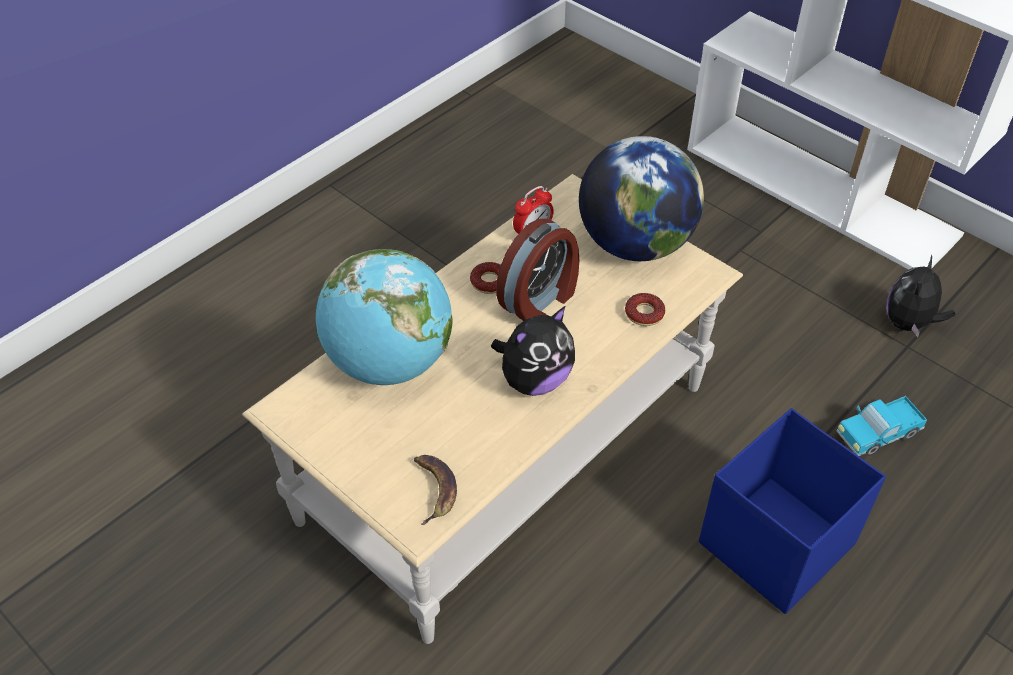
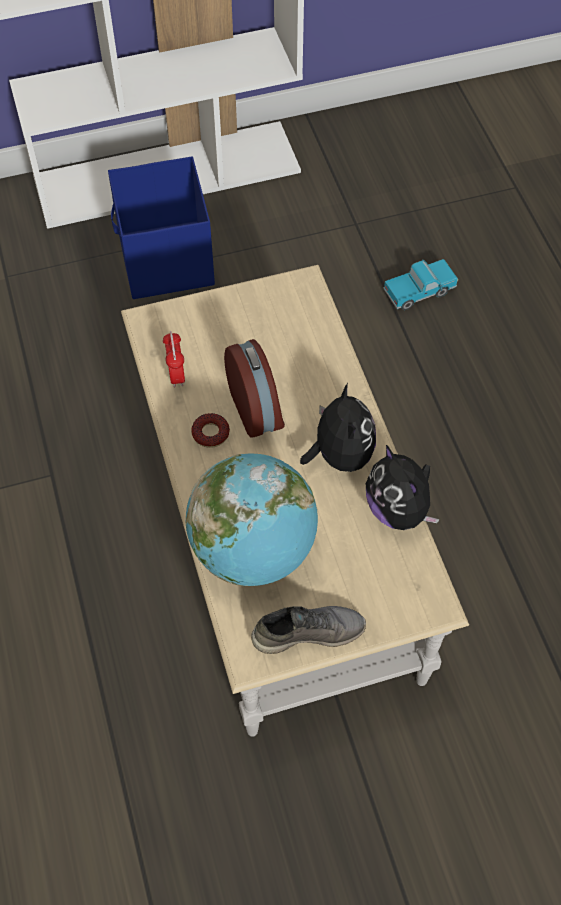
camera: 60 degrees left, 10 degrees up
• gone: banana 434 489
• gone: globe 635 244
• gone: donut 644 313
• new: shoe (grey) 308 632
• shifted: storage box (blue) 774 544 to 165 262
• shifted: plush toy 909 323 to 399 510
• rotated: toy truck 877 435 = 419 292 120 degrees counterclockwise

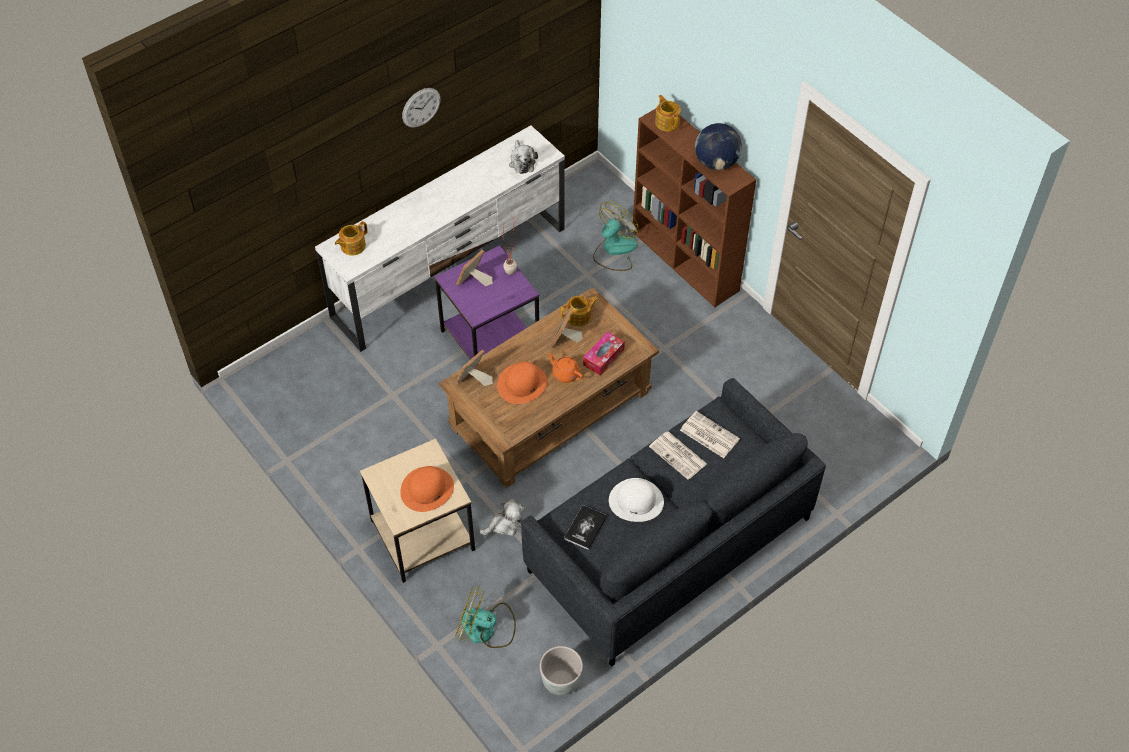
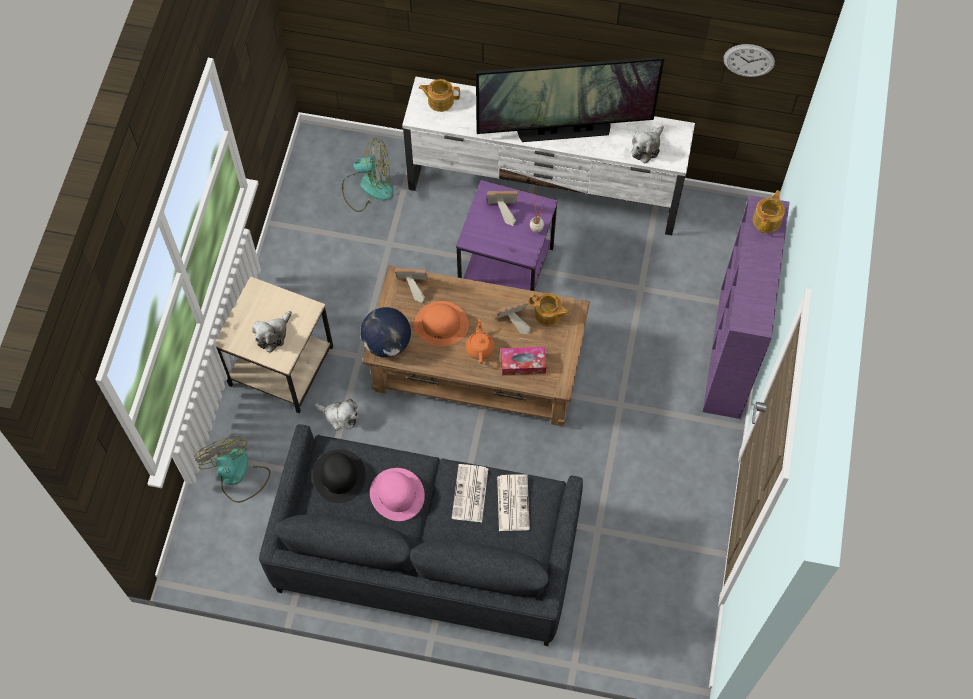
camera: 50 degrees right, 10 degrees up
• gone: planter (grey) 561 682
• new: television 564 130
• shifted: wall clock 421 107 to 749 60
• shifted: fan 614 250 to 368 187
• shifted: globe 716 162 to 387 343
• swapped: hat (orange) 427 489 to plush toy 273 335
• swapped: book 585 528 to hat (black) 339 475
• repainted: hat (white) 636 501 to hat (pink) 397 494
• repainted: bookcase (brown) 686 261 to bookcase (purple) 730 353

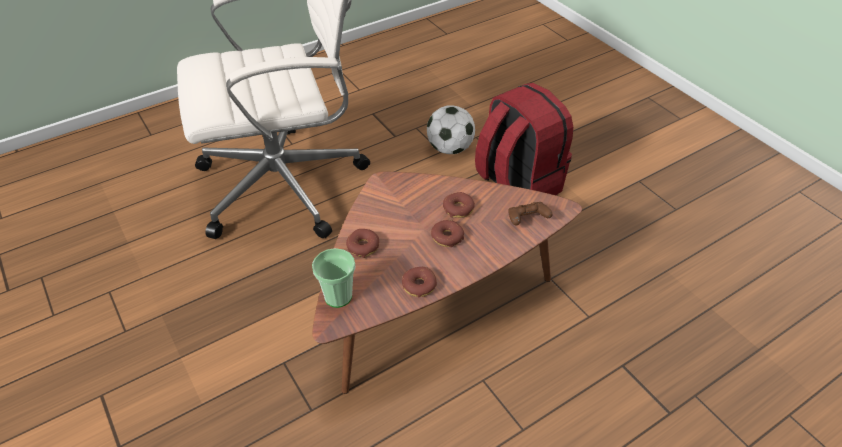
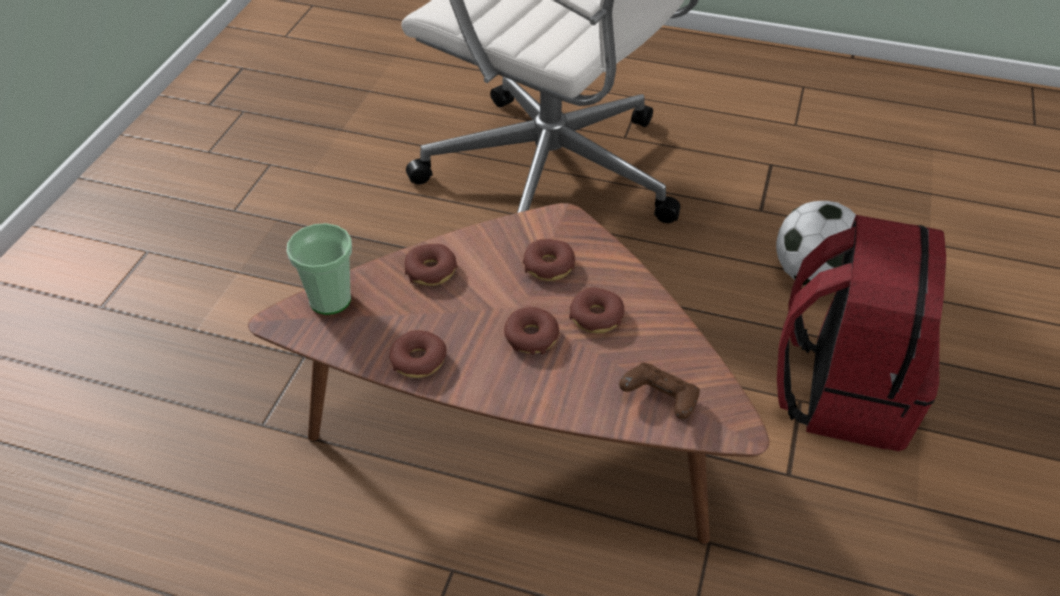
camera: 50 degrees right, 0 degrees up
• new: donut 549 266

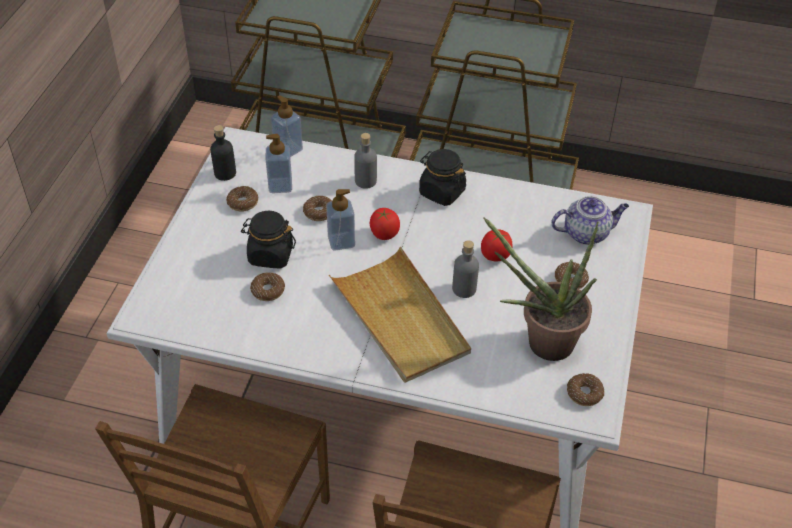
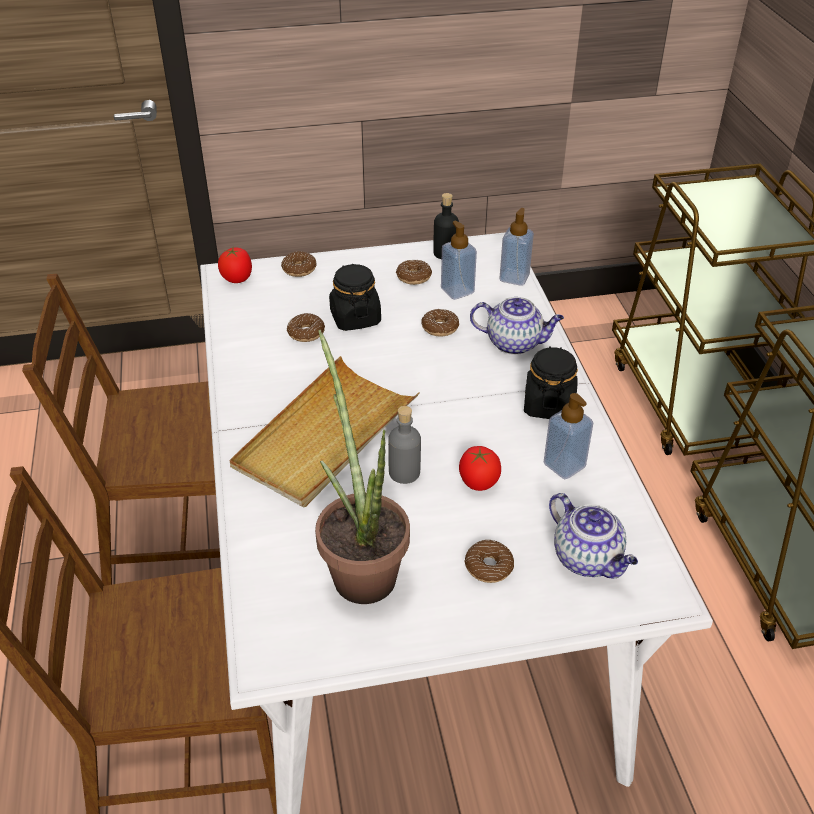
camera: 65 degrees right, 5 degrees down
• shifted: soap dispenser 341 241 to 564 465
• shifted: tomato 384 234 to 237 278
• shifted: donut 584 393 to 299 269
• swapped: bottle (grey) 365 181 to teapot 515 343

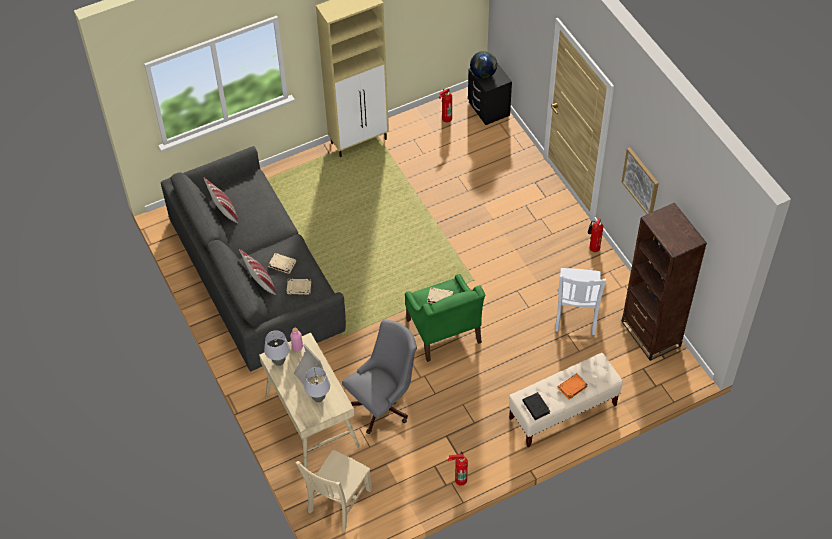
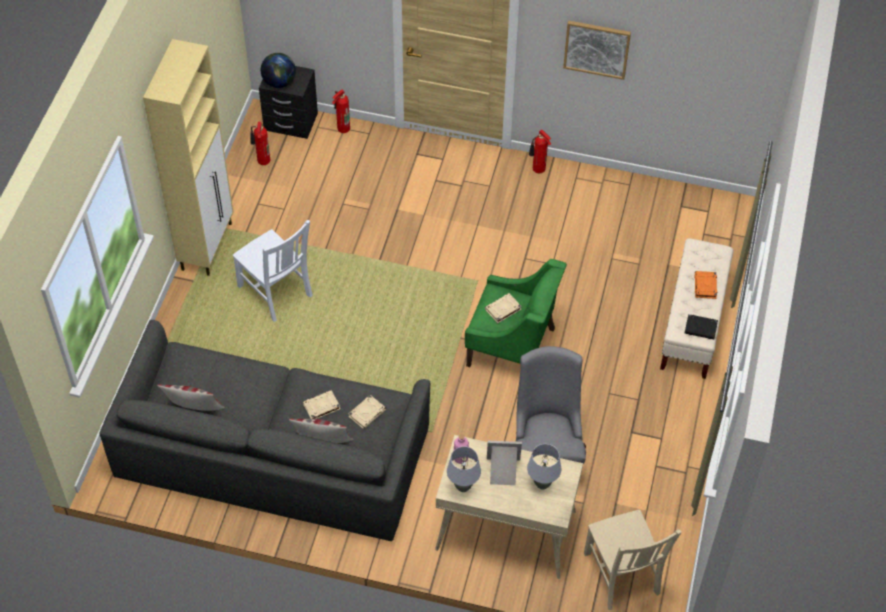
camera: 50 degrees left, 0 degrees up
• gone: bookcase (brown) 650 334
• shifted: fire extinguisher 459 479 to 342 128
• shifted: chair (white) 576 315 to 276 293

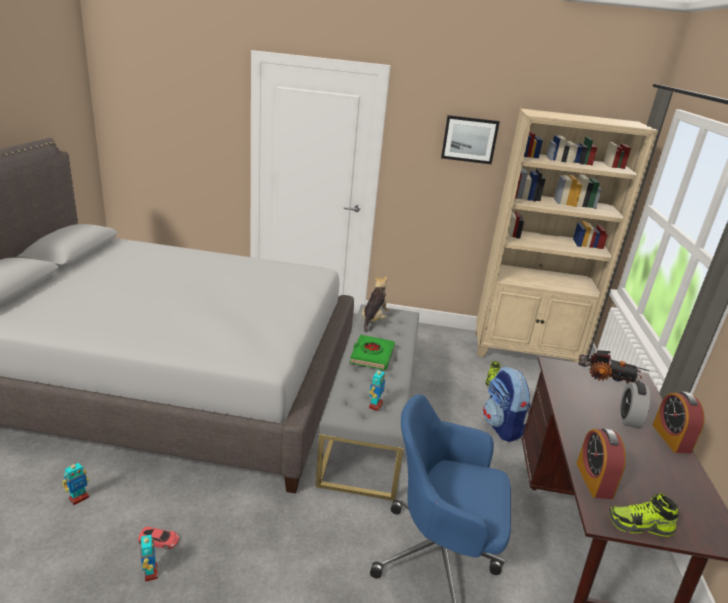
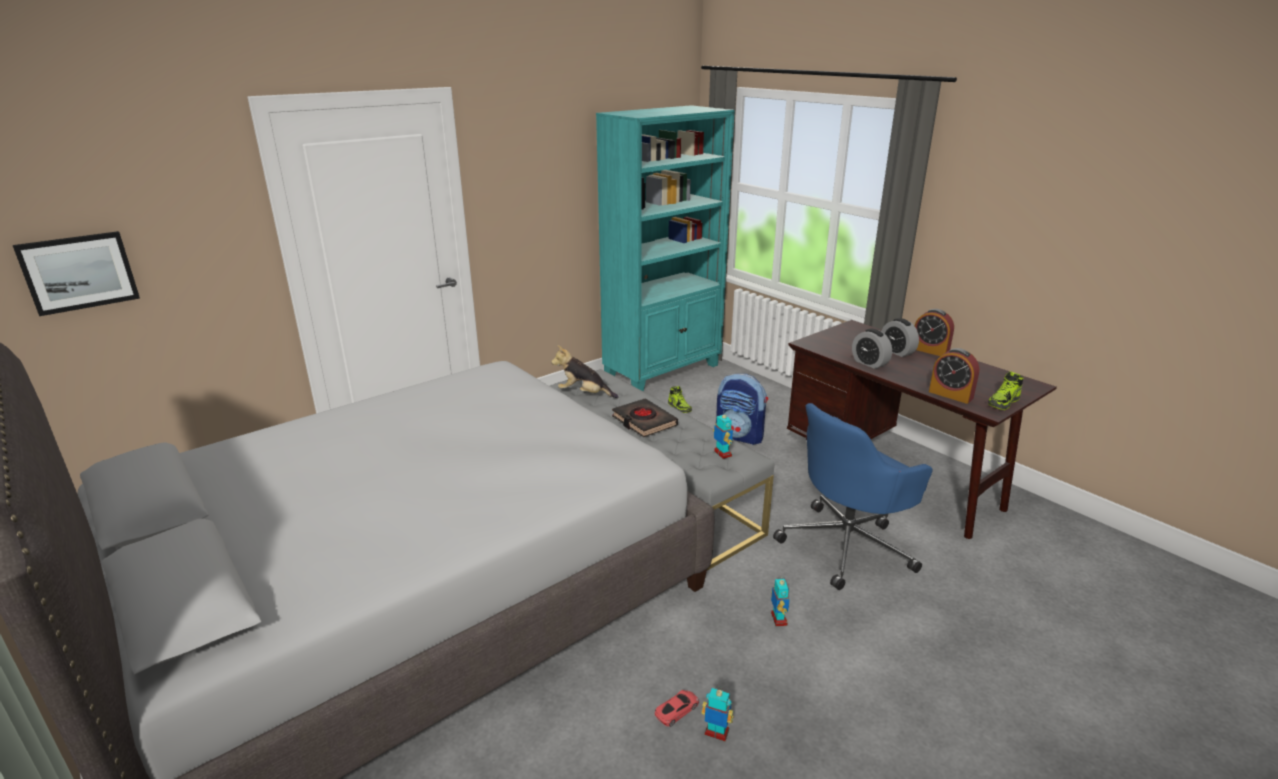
camera: 45 degrees left, 0 degrees up
• gone: toy truck 607 377
• new: alarm clock 869 363
• shifted: toy robot 79 498 to 778 619
• shifted: picture 469 139 to 79 272
• repainted: book (green) 372 355 to book (black) 644 421
• repainted: bookcase (beige) 526 352 to bookcase (turquoise) 663 371
• rotated: plush toy 373 320 = 584 394 45 degrees counterclockwise

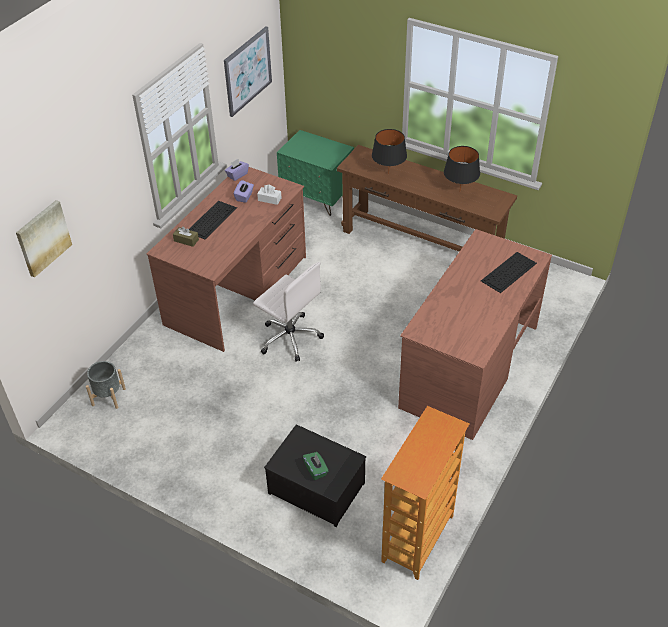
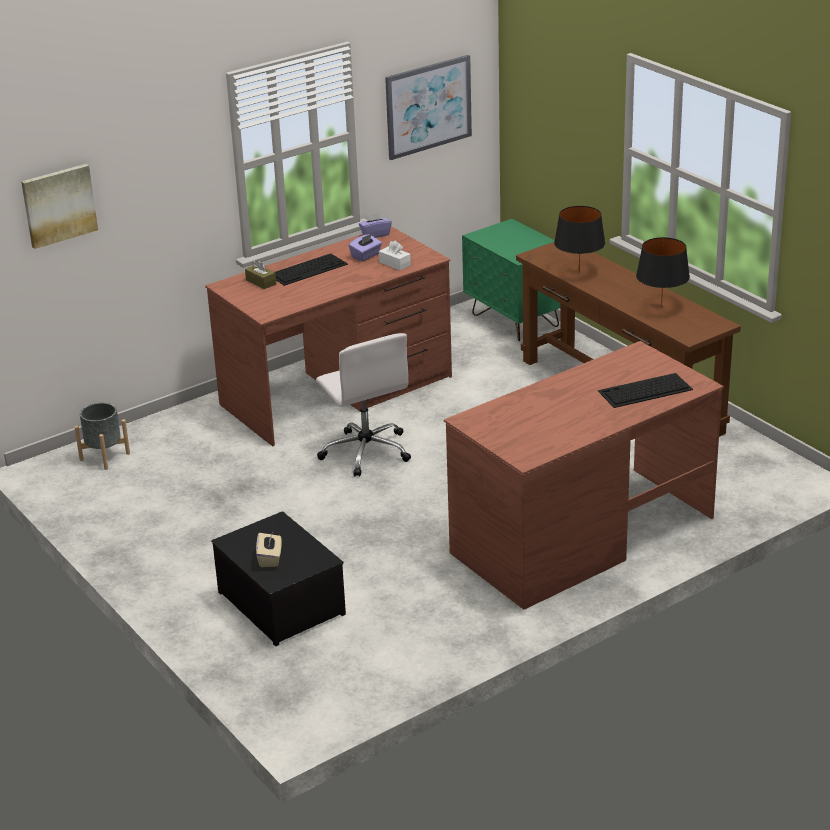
camera: 25 degrees right, 15 degrees down
• gone: bookcase 418 539
• repainted: tissue box (green) 316 470 to tissue box (beige) 270 558

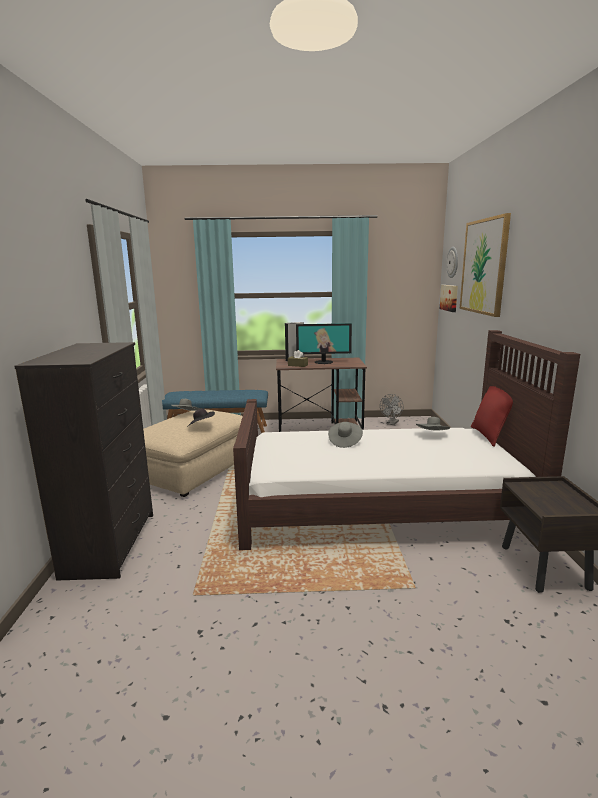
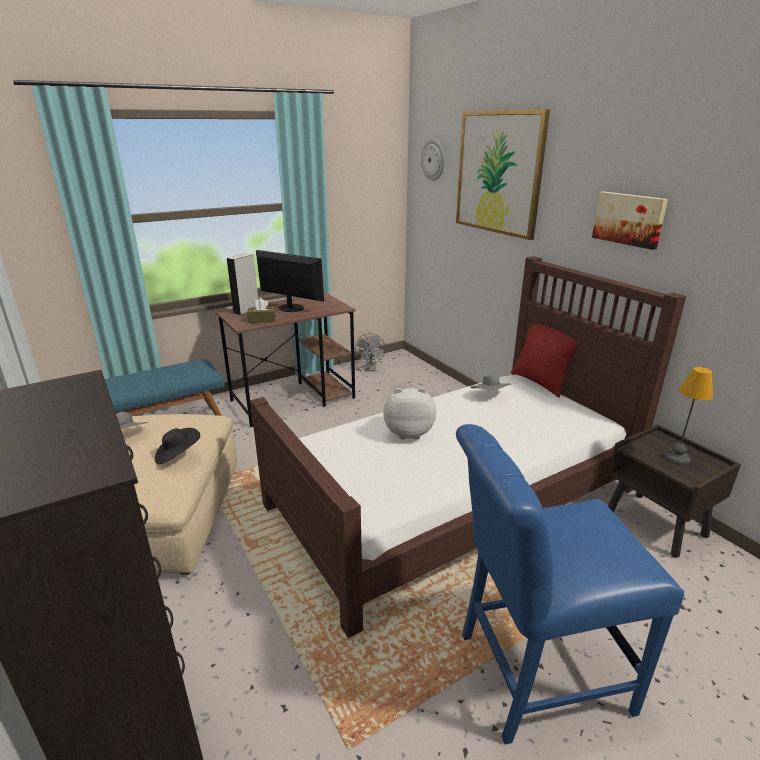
camera: 30 degrees left, 10 degrees up
• new: chair (blue) 533 672
• new: table lamp 675 458
• shifted: picture 450 297 to 629 219
• swapped: hat (grey) 344 442 to plush toy 408 433
• rotated: monitor 323 362 = 290 308 120 degrees counterclockwise

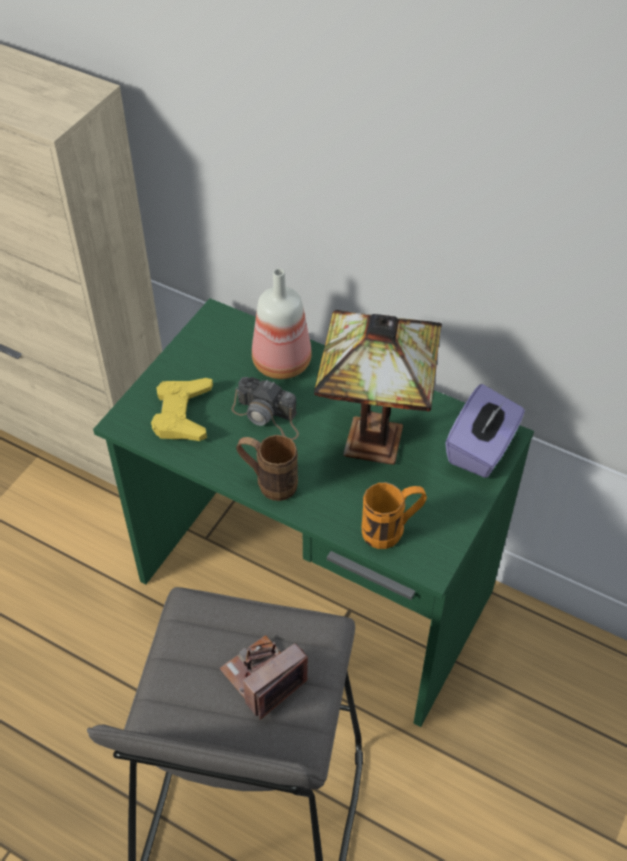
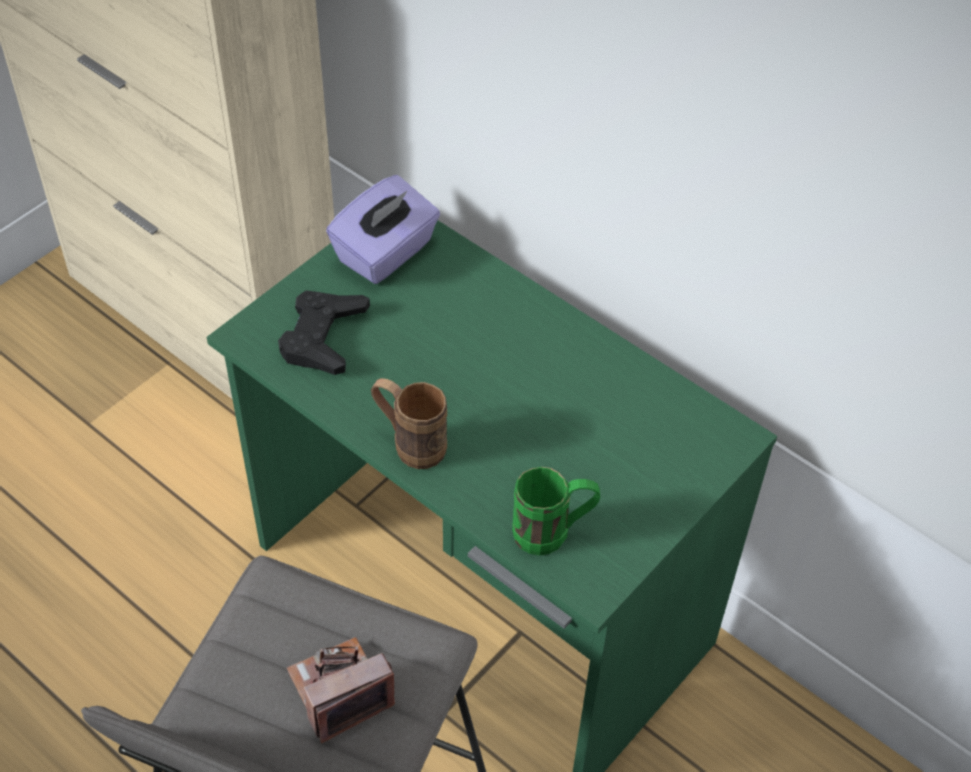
camera: 10 degrees right, 0 degrees up
• gone: photo camera 268 416
• gone: bottle 283 363
• gone: table lamp 371 437
• shifted: tissue box (purple) 481 449 to 386 253
• repainted: game controller (yellow) 182 414 to game controller (black) 323 337
• repainted: mug (orange) 391 531 to mug (green) 553 534

